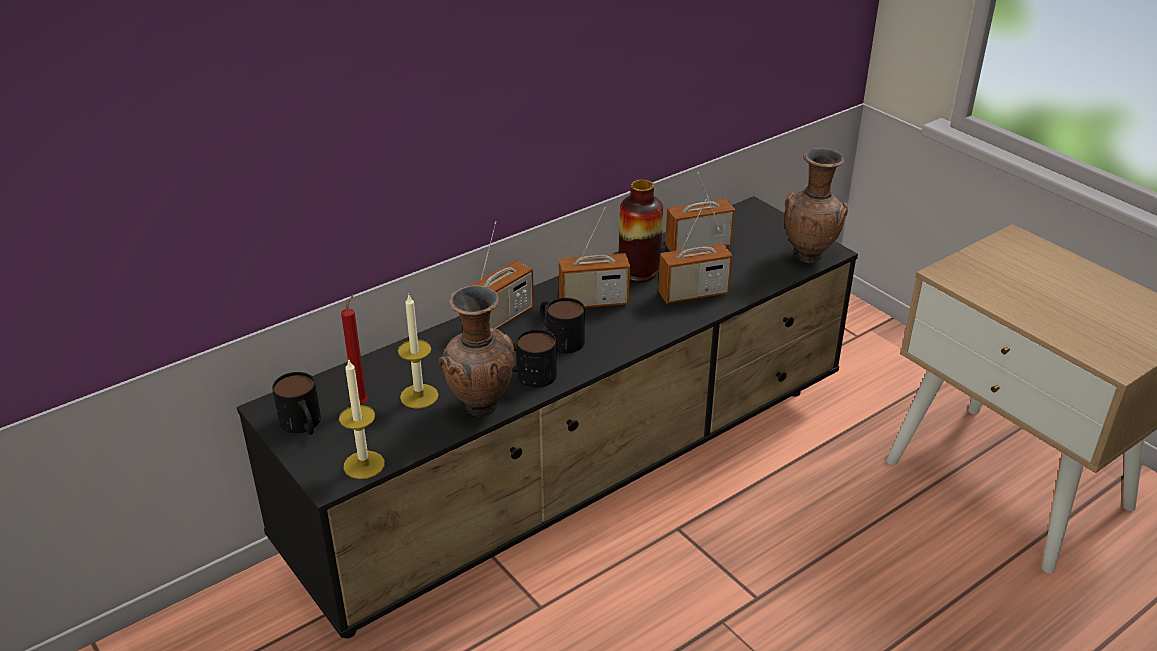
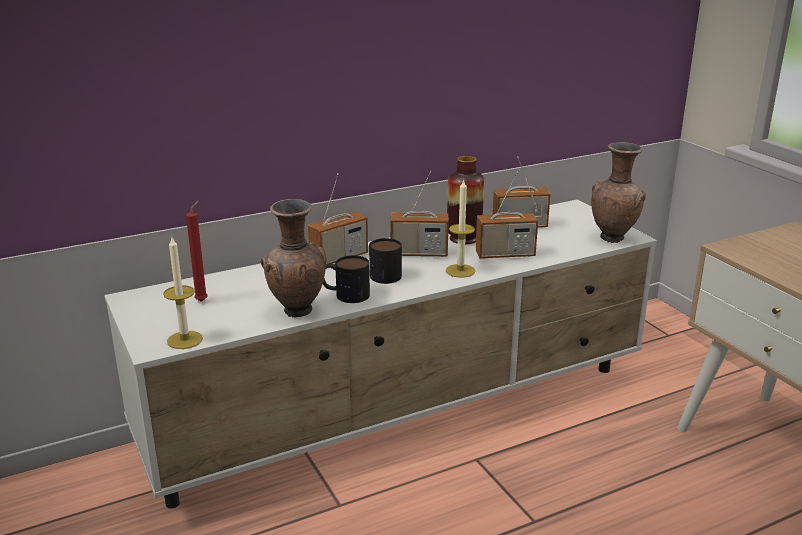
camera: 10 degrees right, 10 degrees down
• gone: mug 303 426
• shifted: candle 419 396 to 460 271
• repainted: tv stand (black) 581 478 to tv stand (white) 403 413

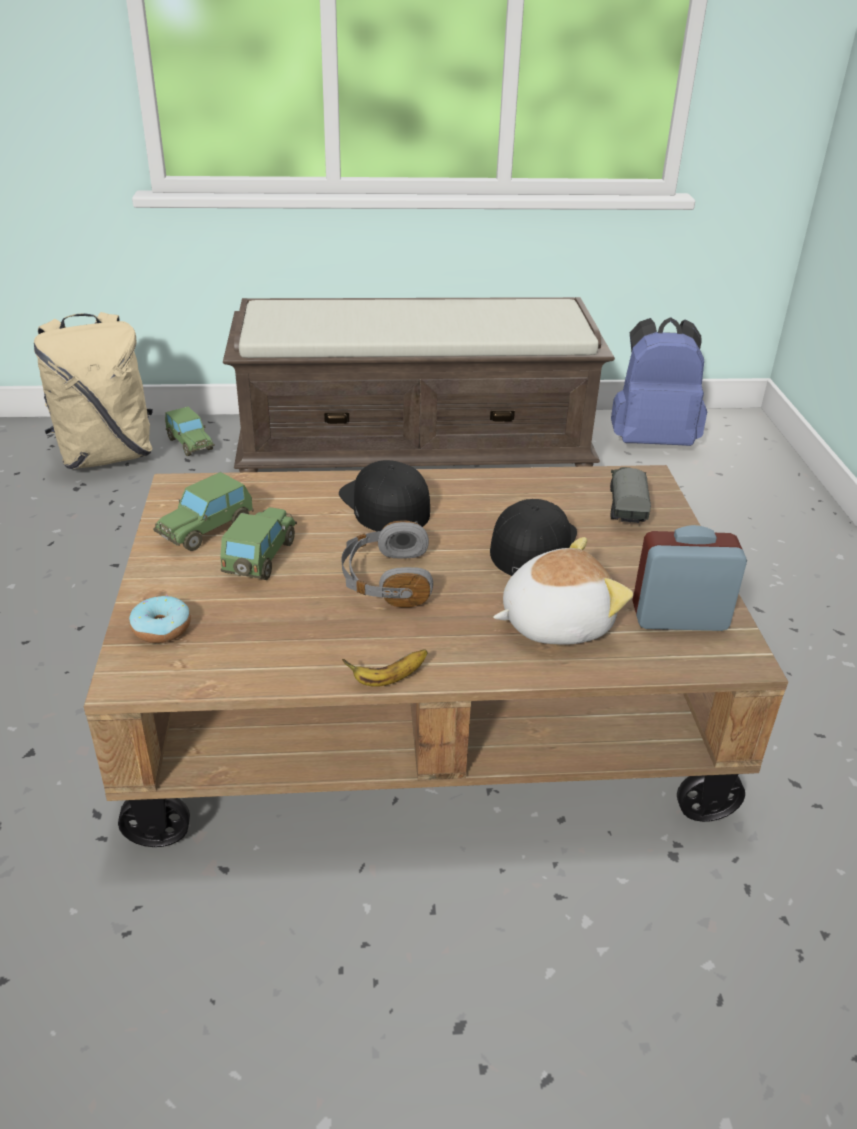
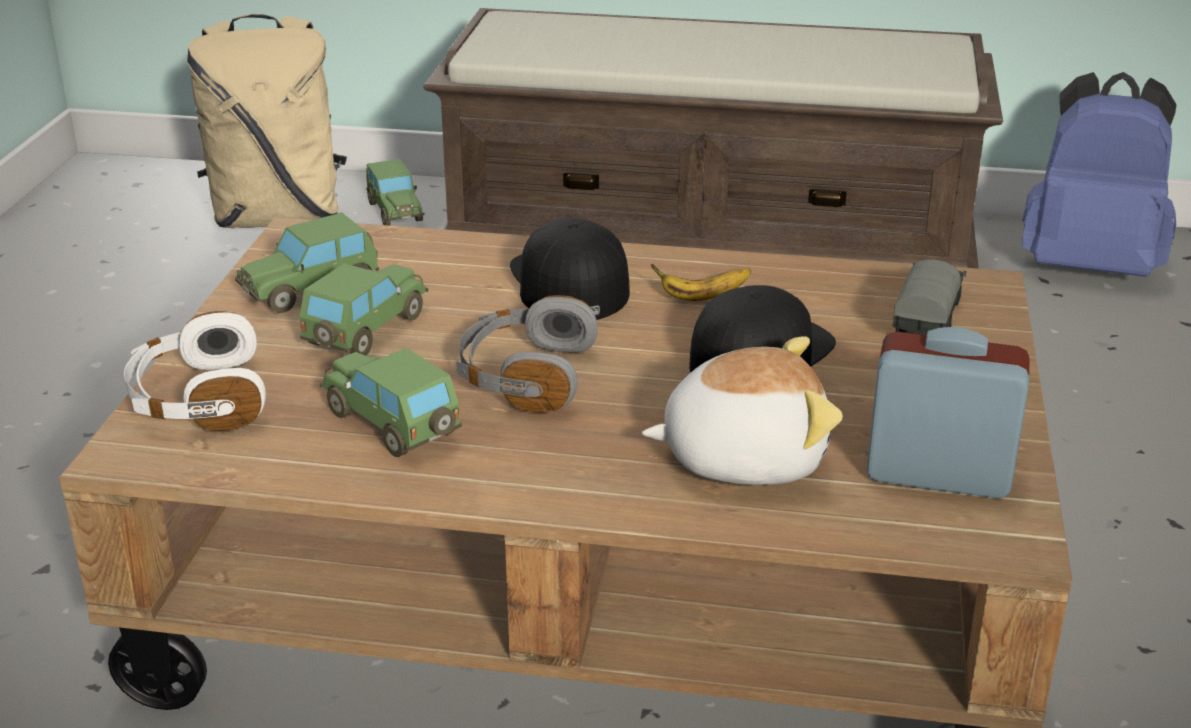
camera: 15 degrees right, 5 degrees down
• new: toy car 392 424
• shifted: banana 388 679 to 702 297
• swapped: donut 162 628 to headphones (white) 197 399

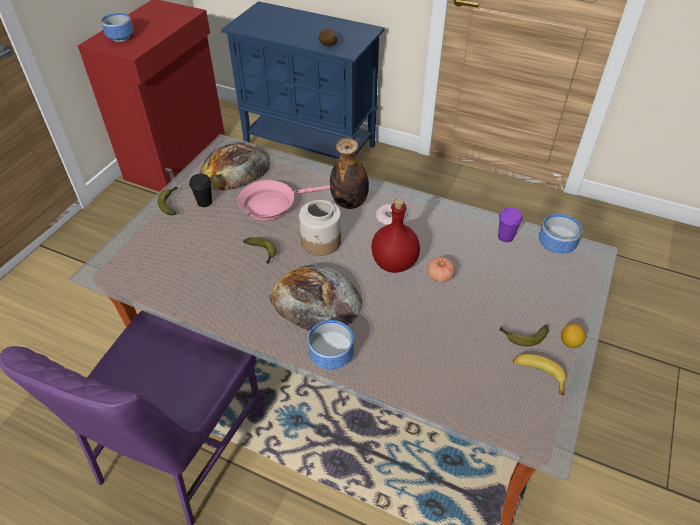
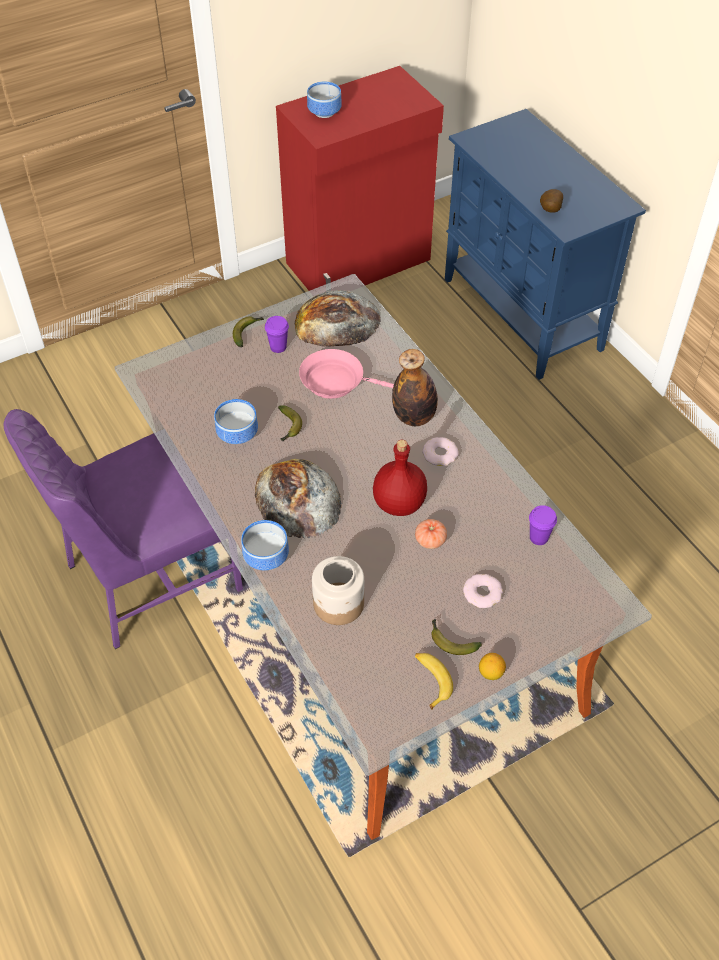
camera: 35 degrees right, 5 degrees up
• new: donut 482 593
• shifted: jar 321 242 to 338 604
• shifted: bowl 556 247 to 236 435
• repainted: cup (black) 204 202 to cup (purple) 278 347

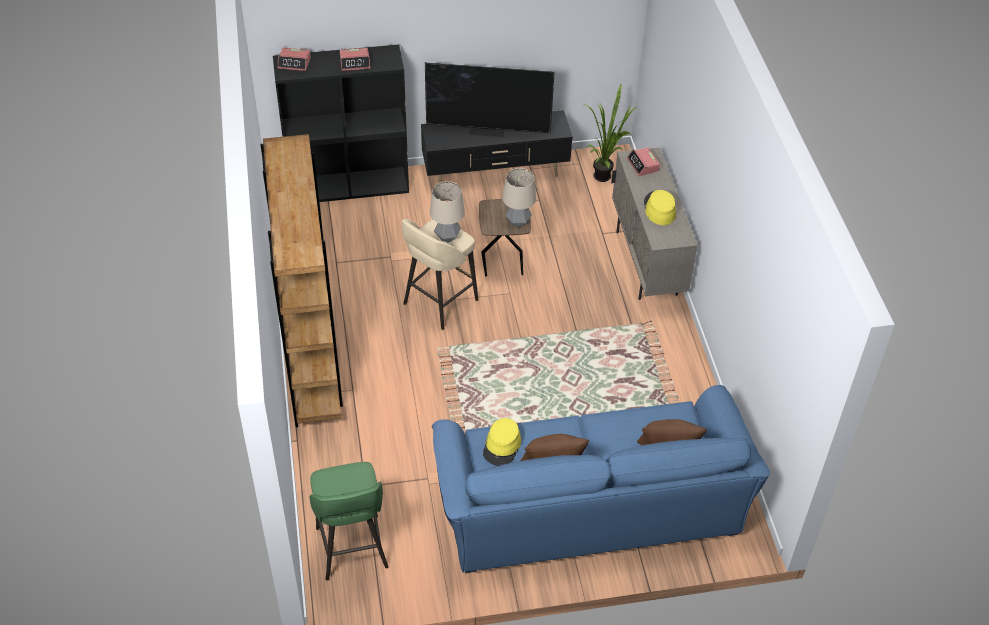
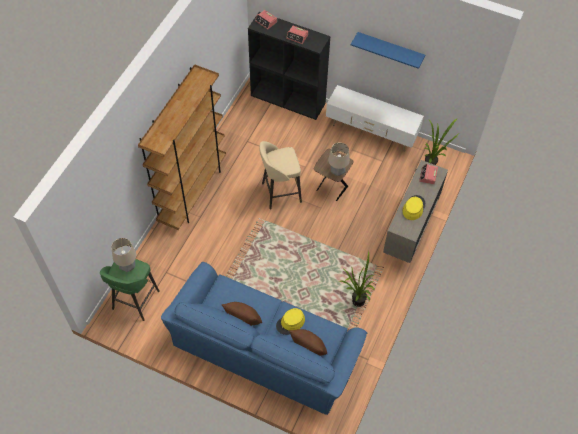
camera: 35 degrees right, 10 degrees up
• gone: television 488 129
• new: potted plant 355 301
• new: shelf (blue) 390 49
• shifted: table lamp 447 237 to 128 267
• shifted: hat (yellow) 502 446 to 290 323
• repainted: tv stand (black) 496 173 to tv stand (white) 371 132

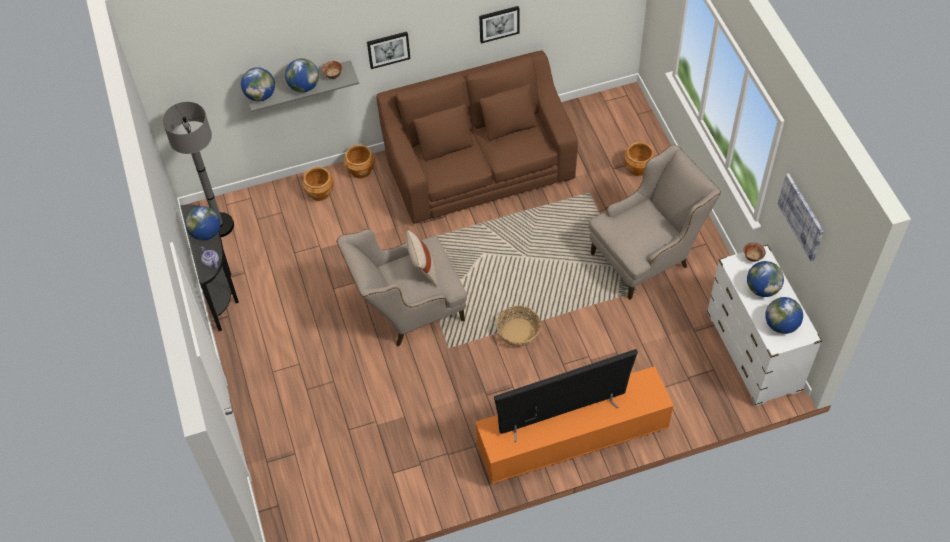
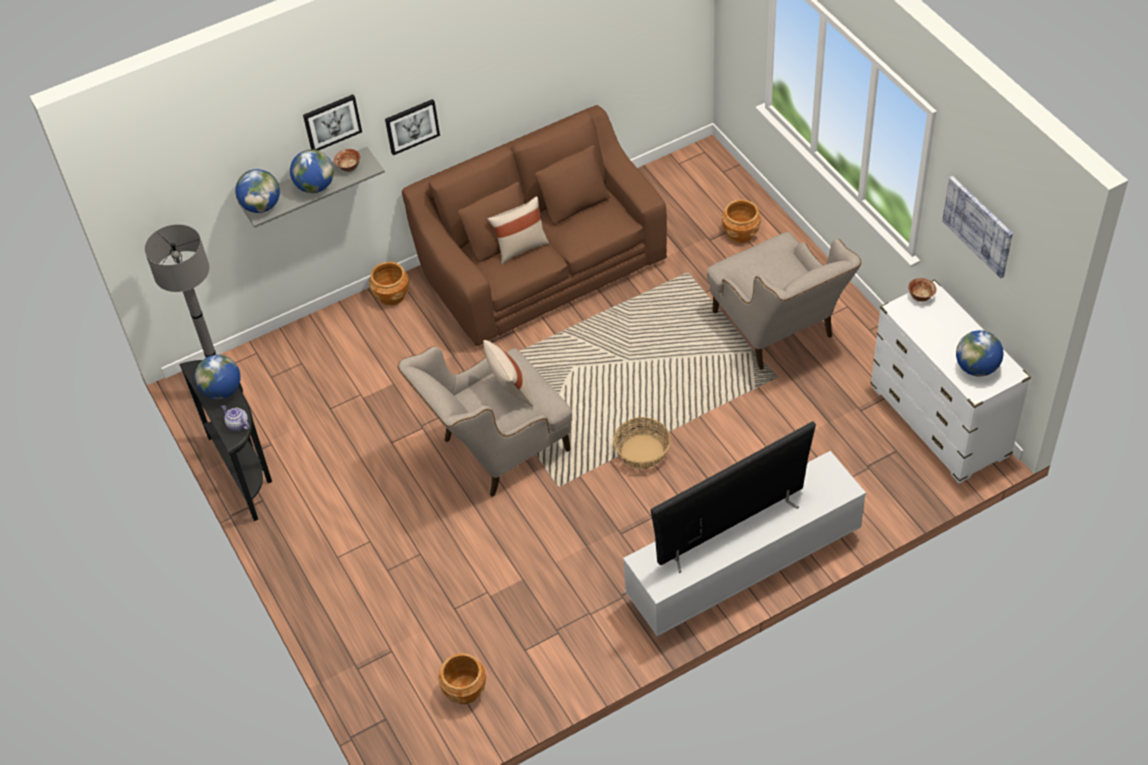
camera: 10 degrees left, 5 degrees down
• gone: globe 762 288
• new: pillow (beige) 520 248
• shifted: planter (brown) 320 192 to 465 690
• shifted: picture 499 23 to 332 122
• repainted: tv stand (orange) 571 441 to tv stand (white) 742 568
• rotated: armchair (beige) 647 255 = 779 333 105 degrees clockwise

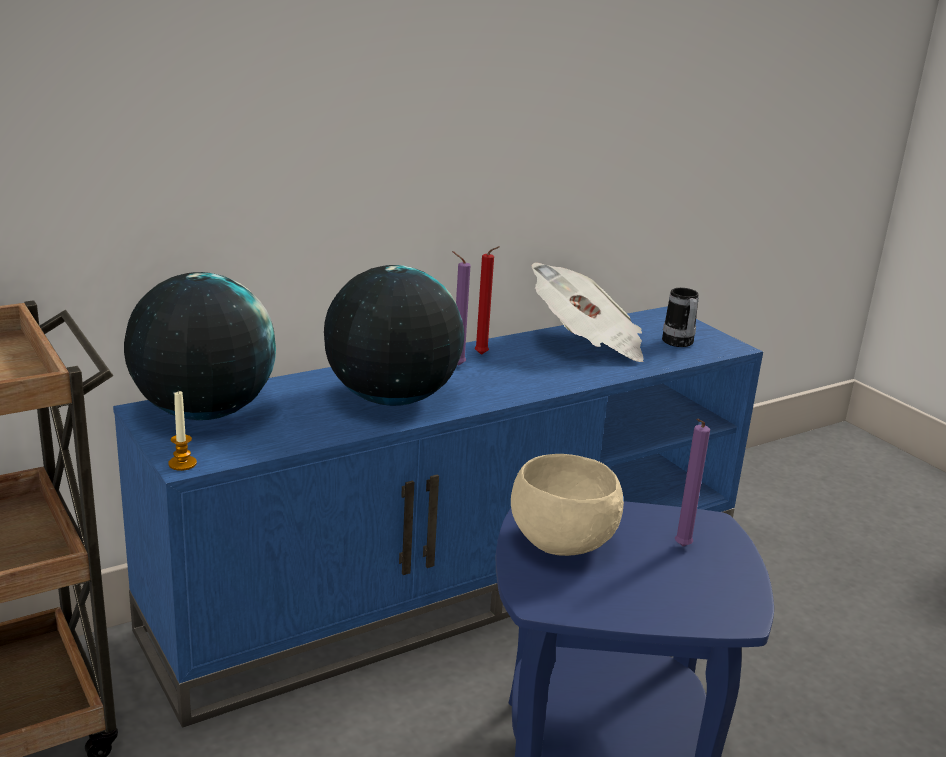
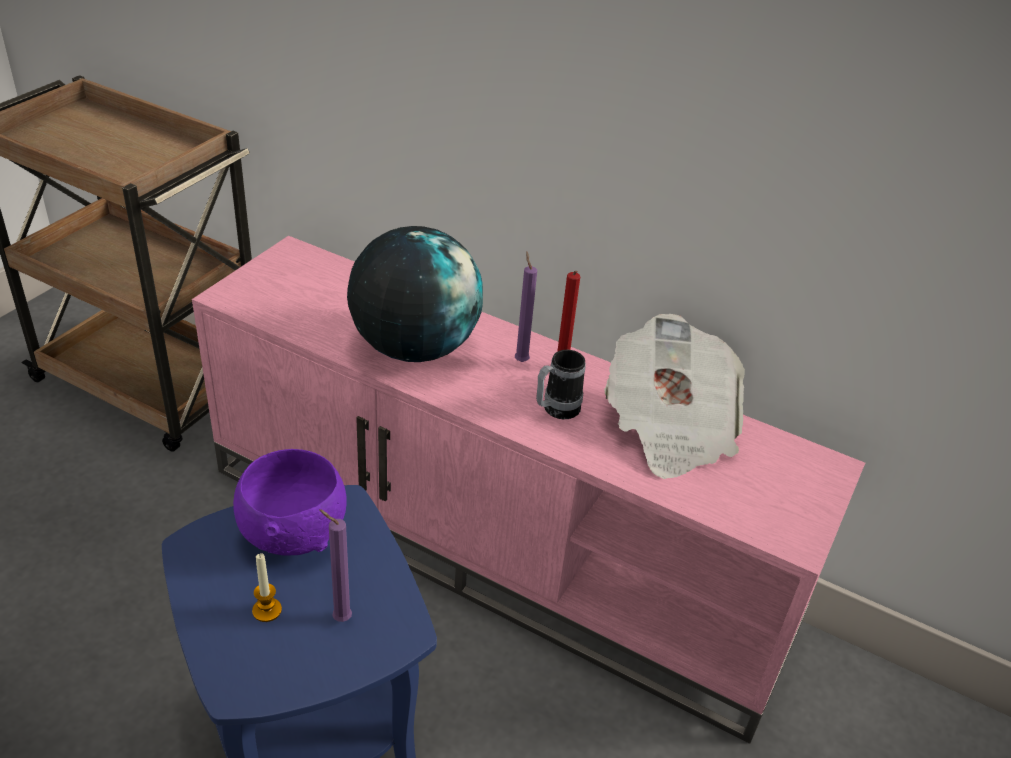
camera: 60 degrees right, 15 degrees up
• gone: globe 203 412
• shifted: candle 182 464 to 267 610
• shifted: mug 679 344 to 555 410
• repainted: tv stand (blue) 458 580 to tv stand (pink) 497 546
• repainted: bowl (beige) 560 542 to bowl (purple) 294 532

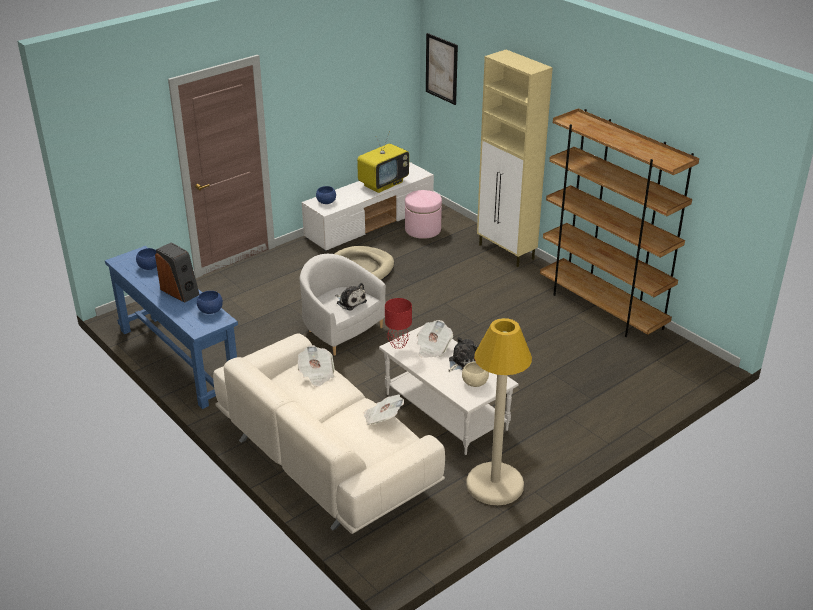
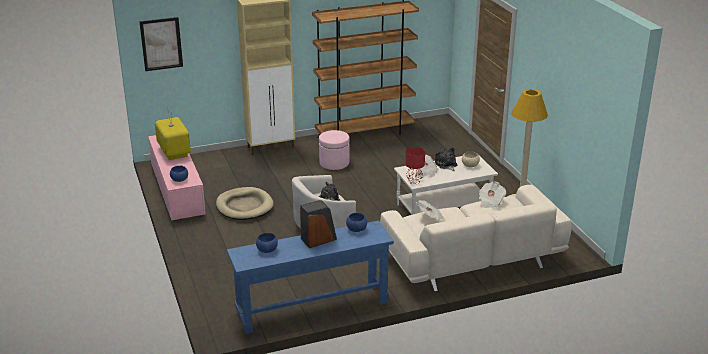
camera: 70 degrees left, 5 degrees down
• shifted: ottoman (pink) 423 230 to 334 163
• repainted: tv stand (white) 370 223 to tv stand (pink) 176 189

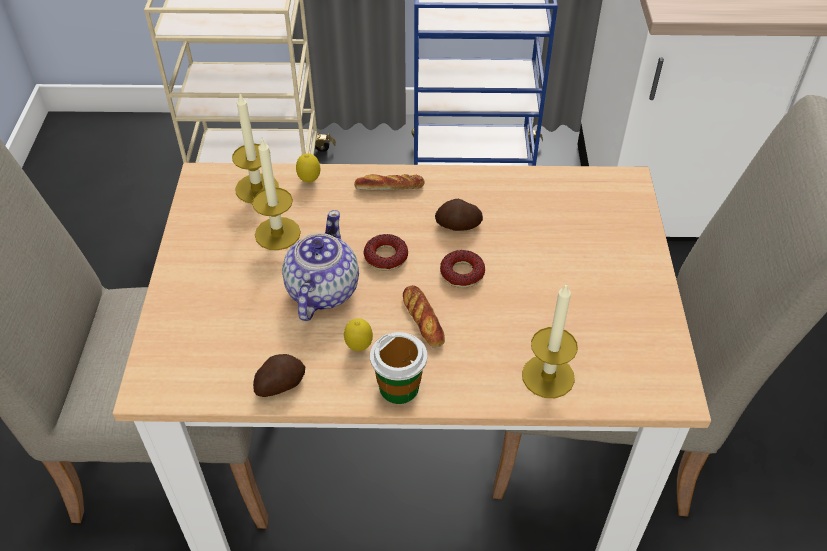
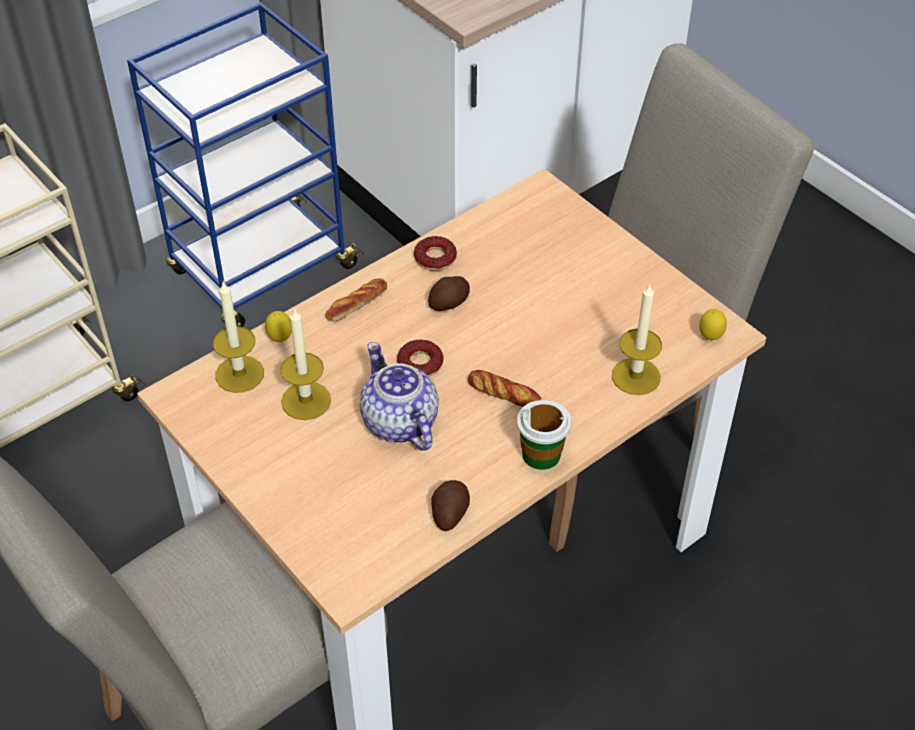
camera: 40 degrees left, 0 degrees up
• shifted: lemon 359 347 to 710 338
• shifted: donut 462 273 to 435 258

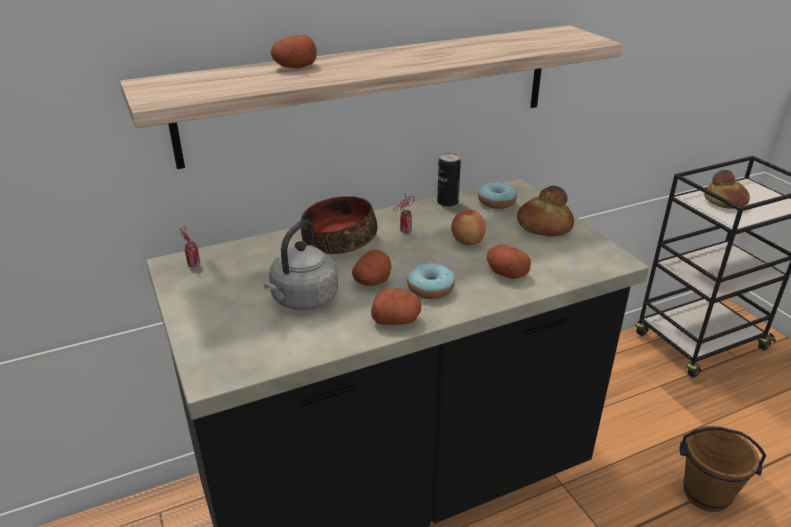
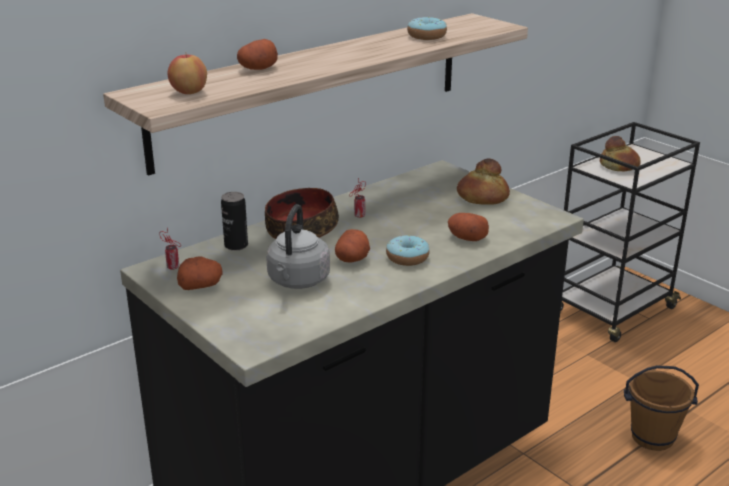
camera: 15 degrees left, 5 degrees down
• shifted: potato 396 319 to 201 285
• shifted: can 447 202 to 236 245
• shifted: apple 467 242 to 189 92
• shifted: donut 496 202 to 426 36

